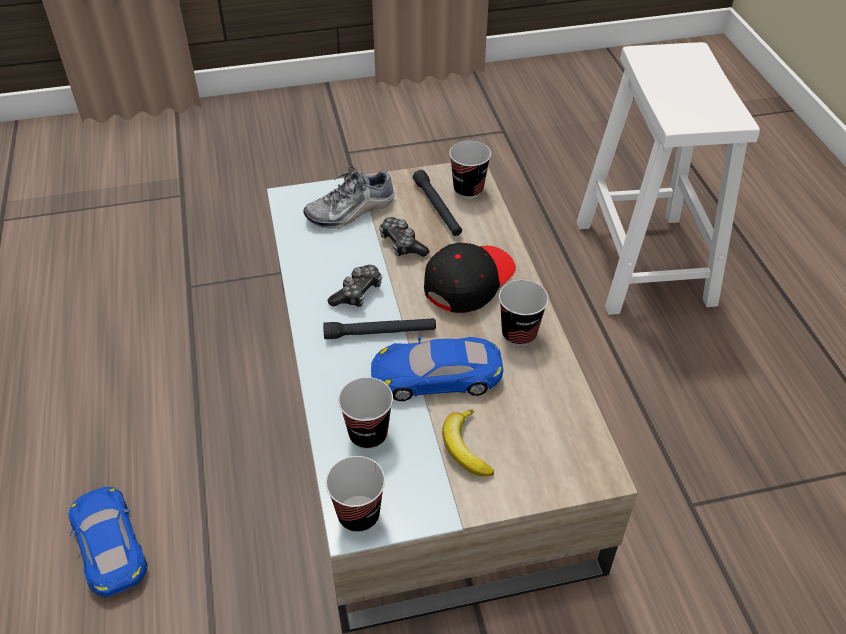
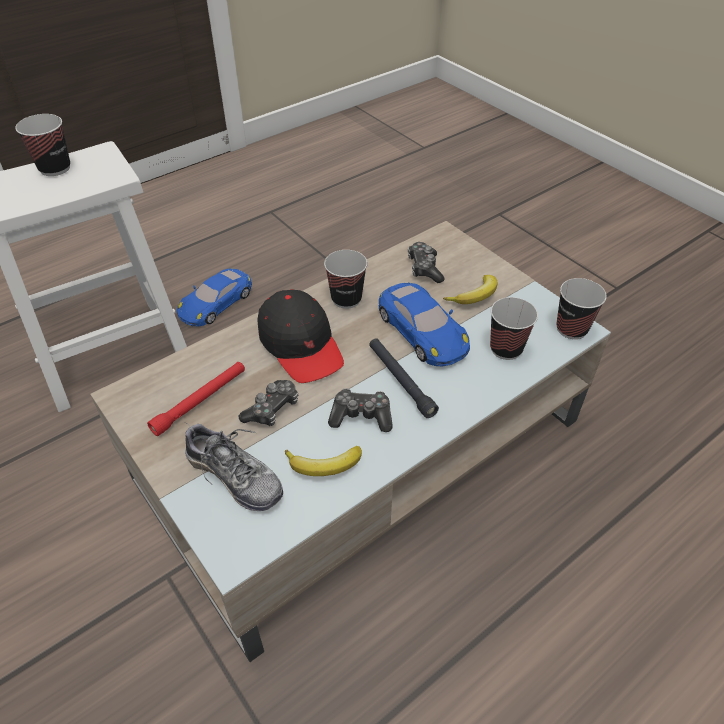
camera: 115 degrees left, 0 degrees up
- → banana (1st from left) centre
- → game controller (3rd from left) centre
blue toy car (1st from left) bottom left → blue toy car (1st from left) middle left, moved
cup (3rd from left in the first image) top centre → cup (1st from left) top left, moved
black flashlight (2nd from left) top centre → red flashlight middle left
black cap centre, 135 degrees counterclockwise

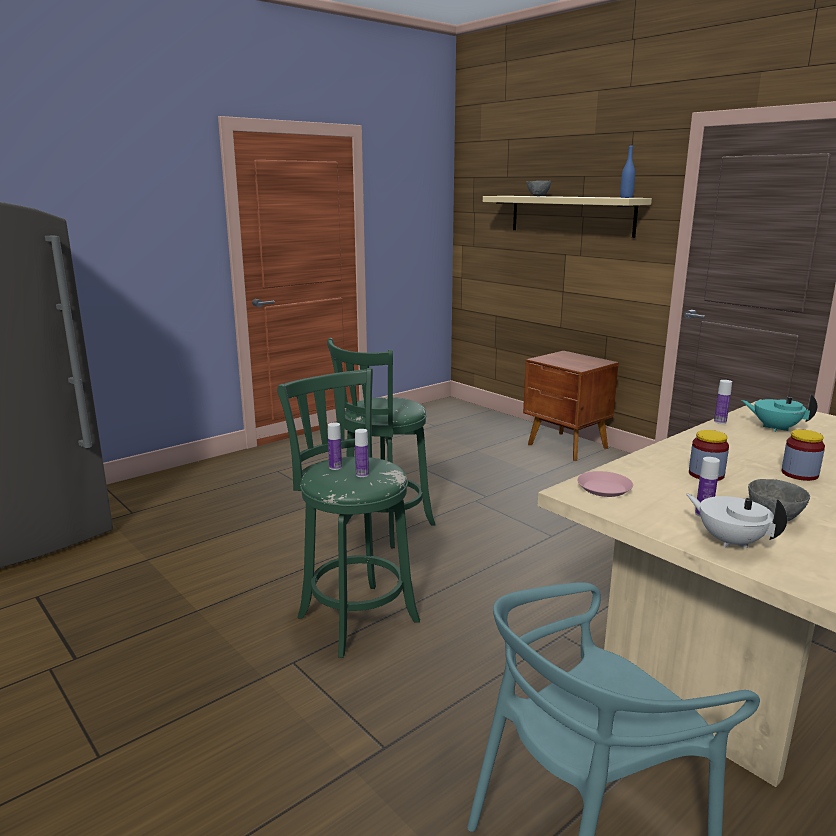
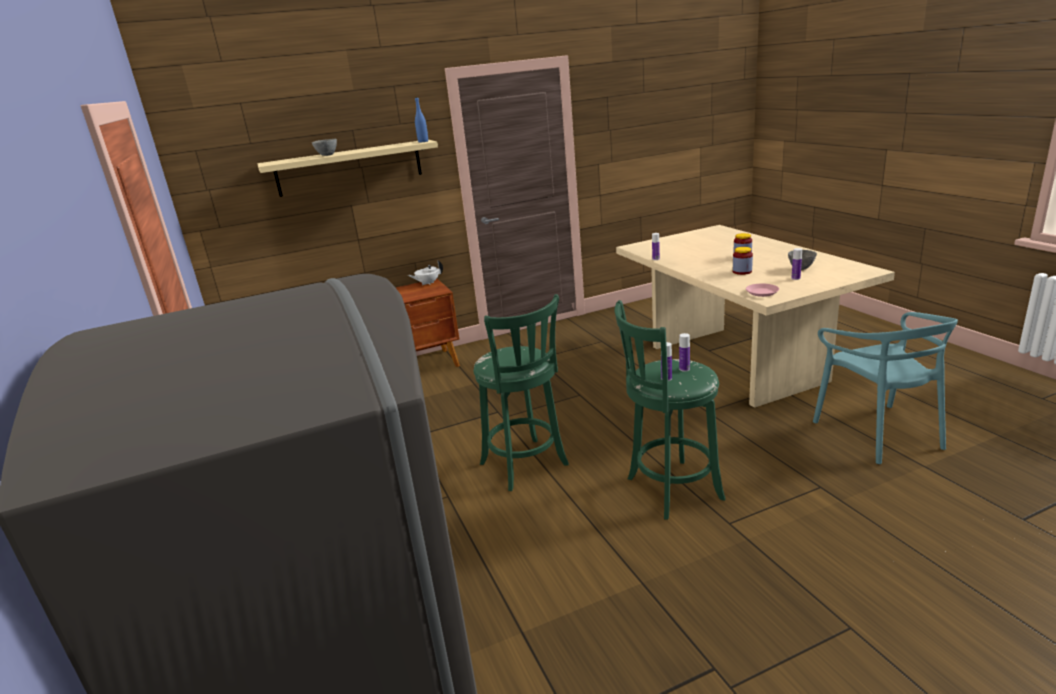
camera: 70 degrees left, 5 degrees up
turquoise teapot middle right → -
white teapot middle right → white teapot centre, moved

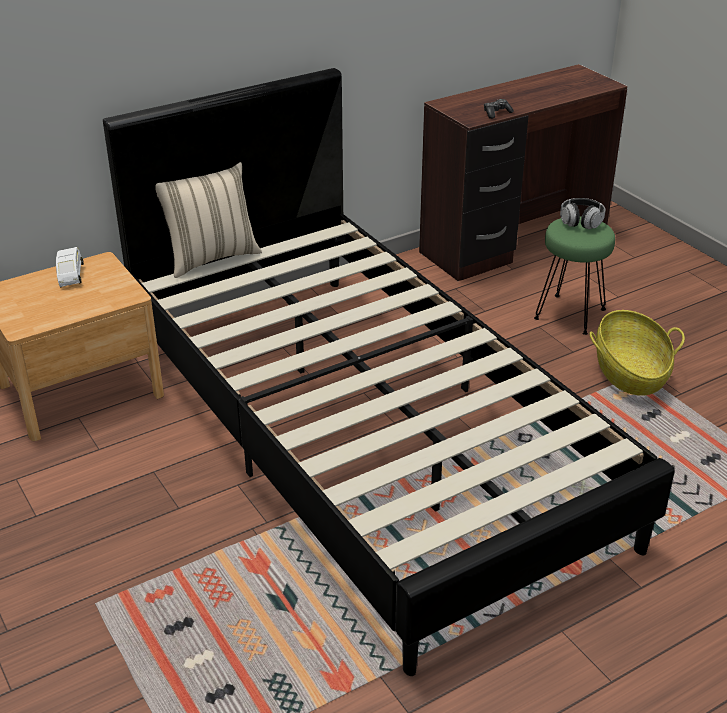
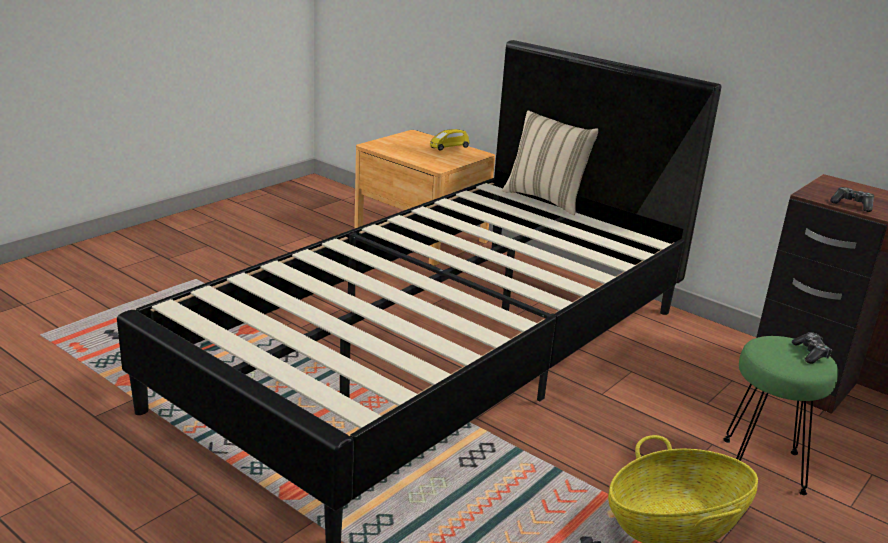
camera: 70 degrees right, 10 degrees down
headphones top right → game controller (1st from left) middle right
white toy car middle left → yellow toy car top centre

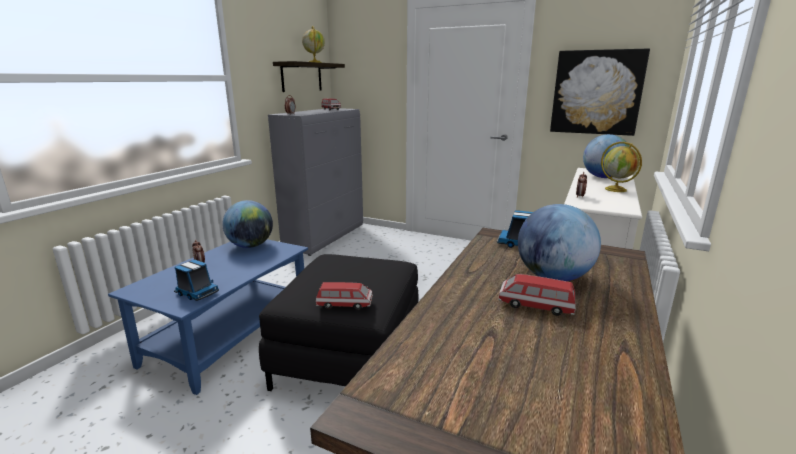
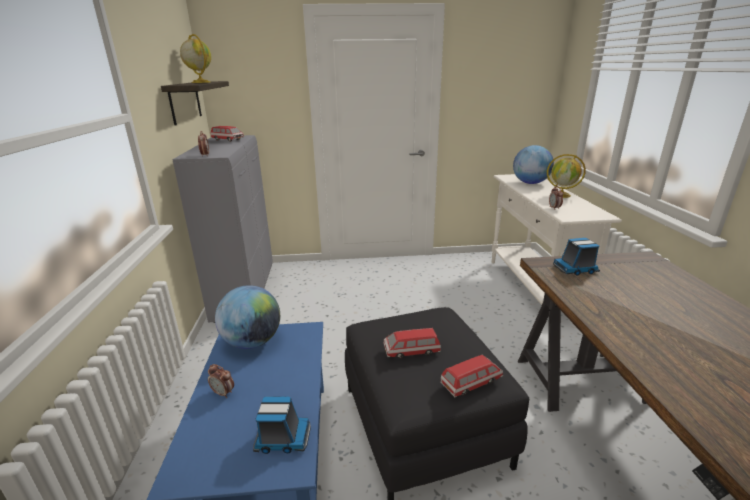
camera: 30 degrees left, 5 degrees up
globe (3rd from left) middle right → -
picture top right → -
toy car (3rd from left in the first image) middle right → toy car (2nd from left) bottom centre, moved

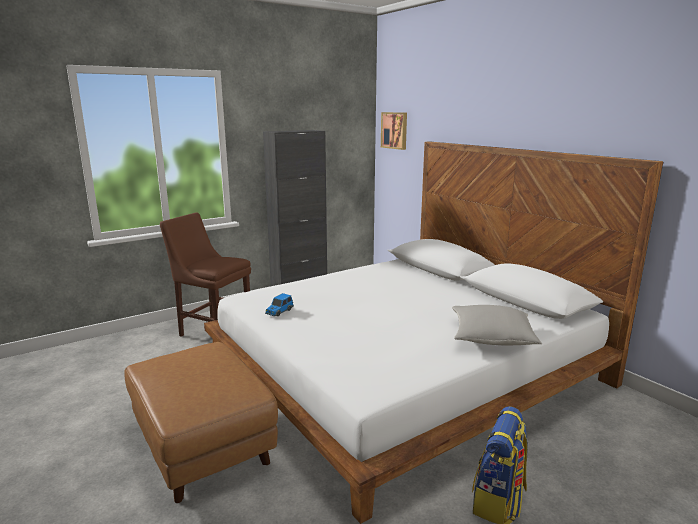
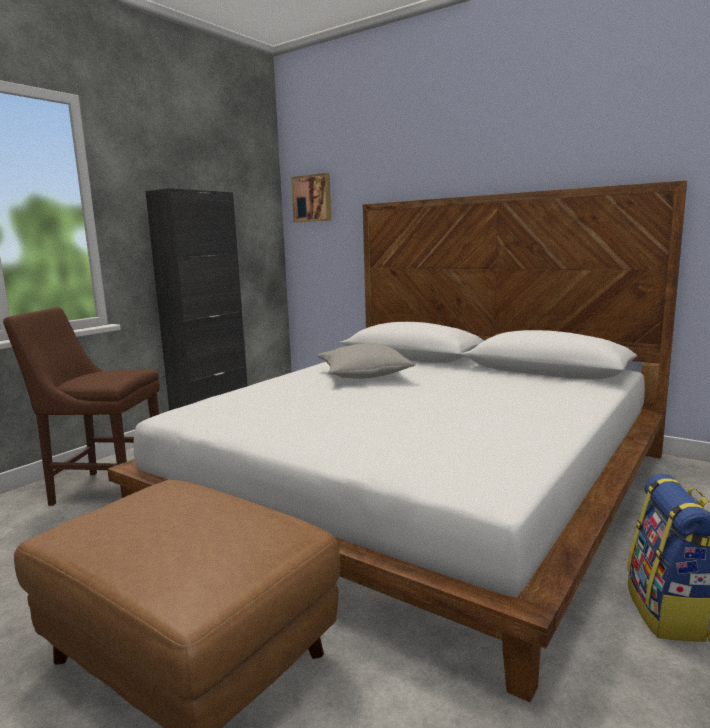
camera: 20 degrees left, 5 degrees down
toy car centre → -
grey pillow middle right → grey pillow centre, moved

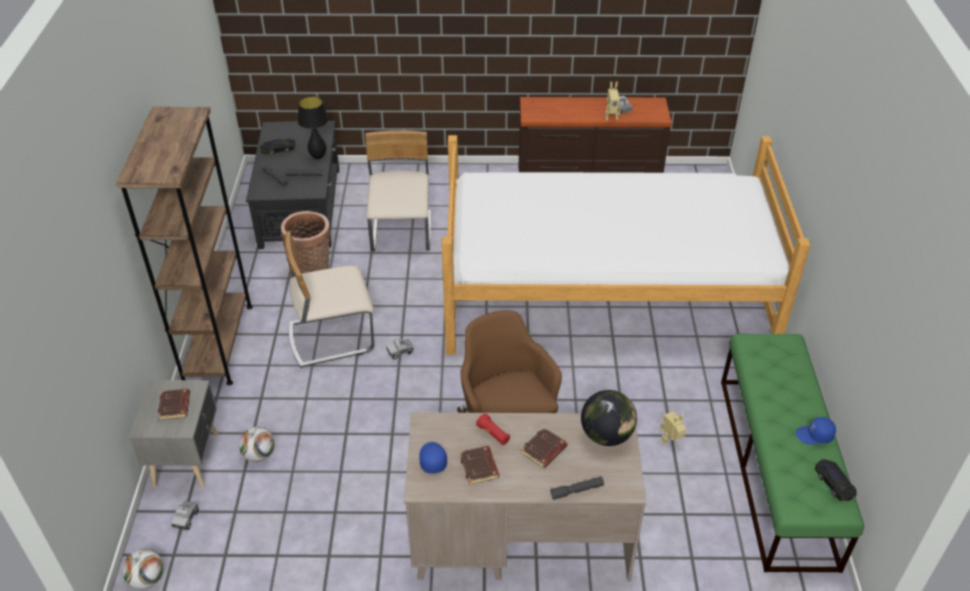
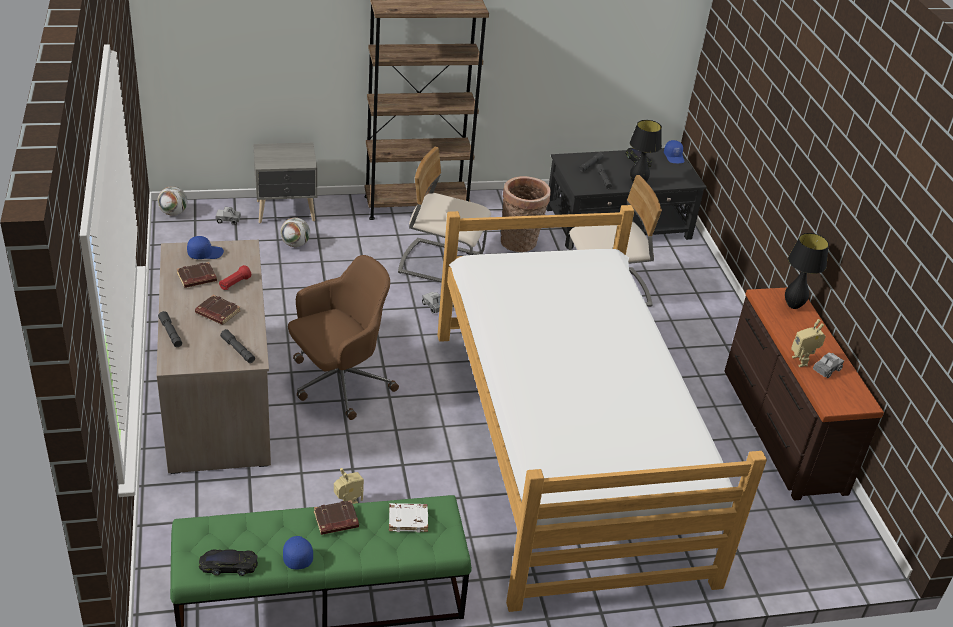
camera: 75 degrees right, 5 degrees down
- → white book bottom centre
- → blue cap (3rd from left) top right
- → black table lamp (2nd from left) middle right
brown book (1st from left in the first image) bottom left → brown book (3rd from left) bottom centre, moved
globe bottom centre → grey flashlight (2nd from left) middle left
beige chair (1st from left) centre, 45 degrees counterclockwise
black toy car (2nd from left in the first image) bottom right → black toy car (1st from left) bottom left, 150 degrees counterclockwise

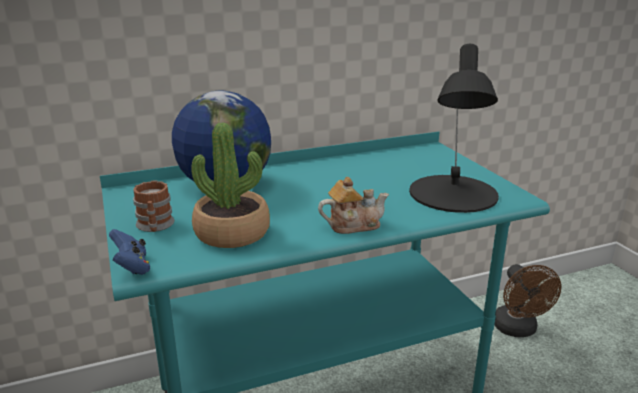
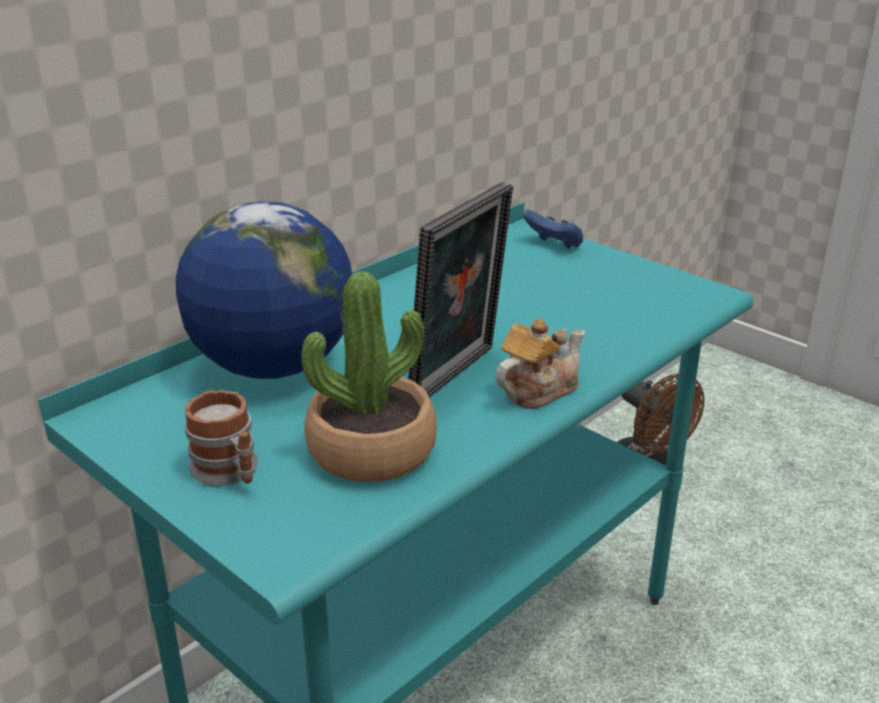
camera: 25 degrees left, 5 degrees up
black table lamp top right → -
- → picture frame centre
blue game controller middle left → blue game controller top centre, moved

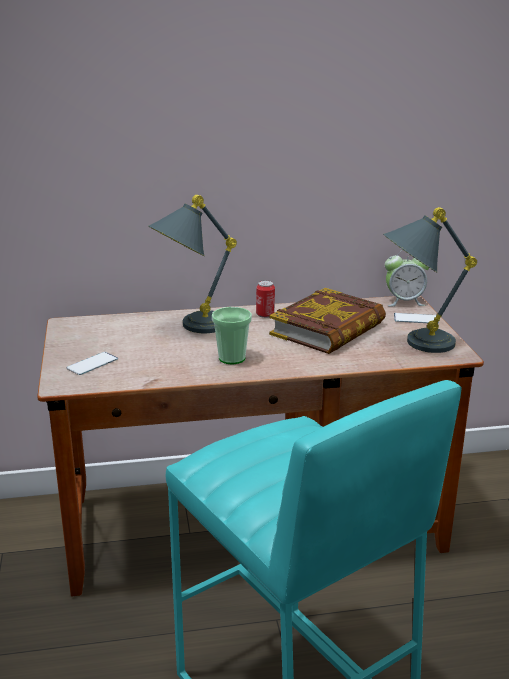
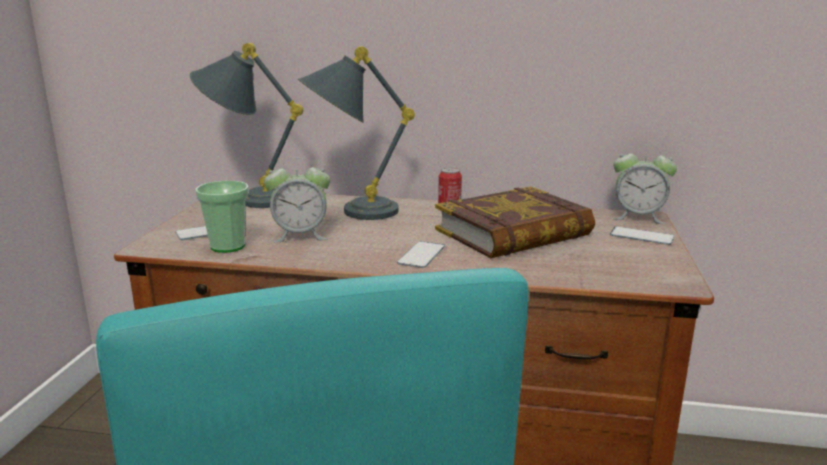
camera: 20 degrees right, 5 degrees down
- → alarm clock (1st from left) centre
- → phone (2nd from left) centre
cup centre → cup middle left, moved
grey table lamp (2nd from left in the first image) middle right → grey table lamp (1st from left) top left, moved

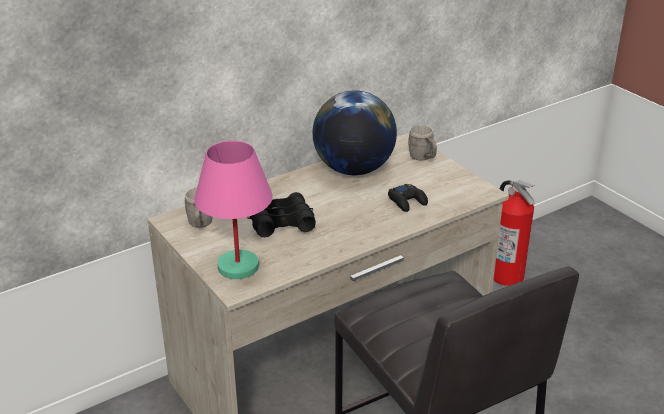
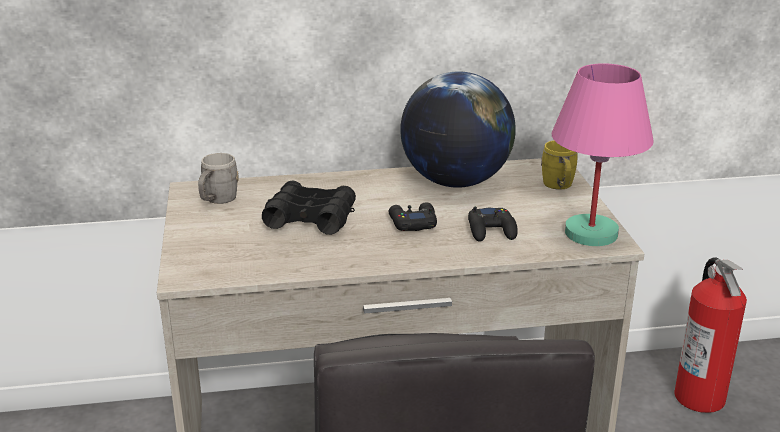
camera: 25 degrees right, 5 degrees down
- → black game controller (1st from left) centre
pink table lamp centre → pink table lamp middle right, moved
grey mug (2nd from left) centre → yellow mug middle right

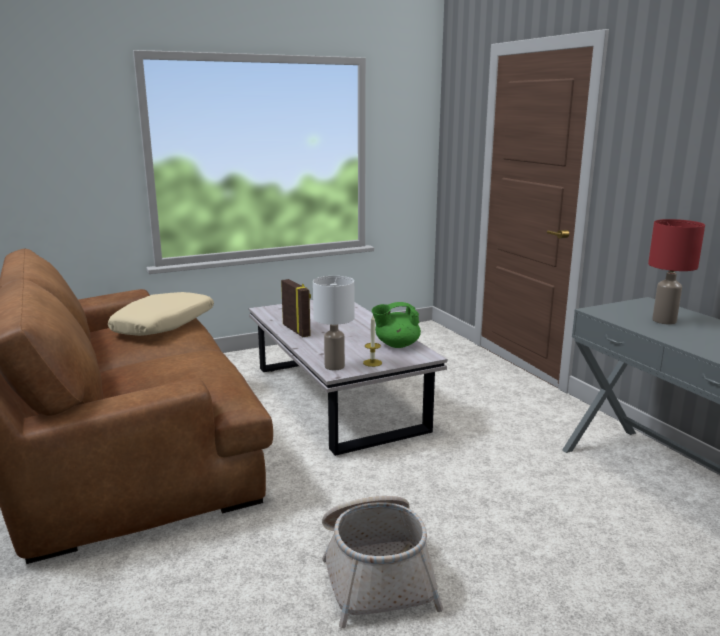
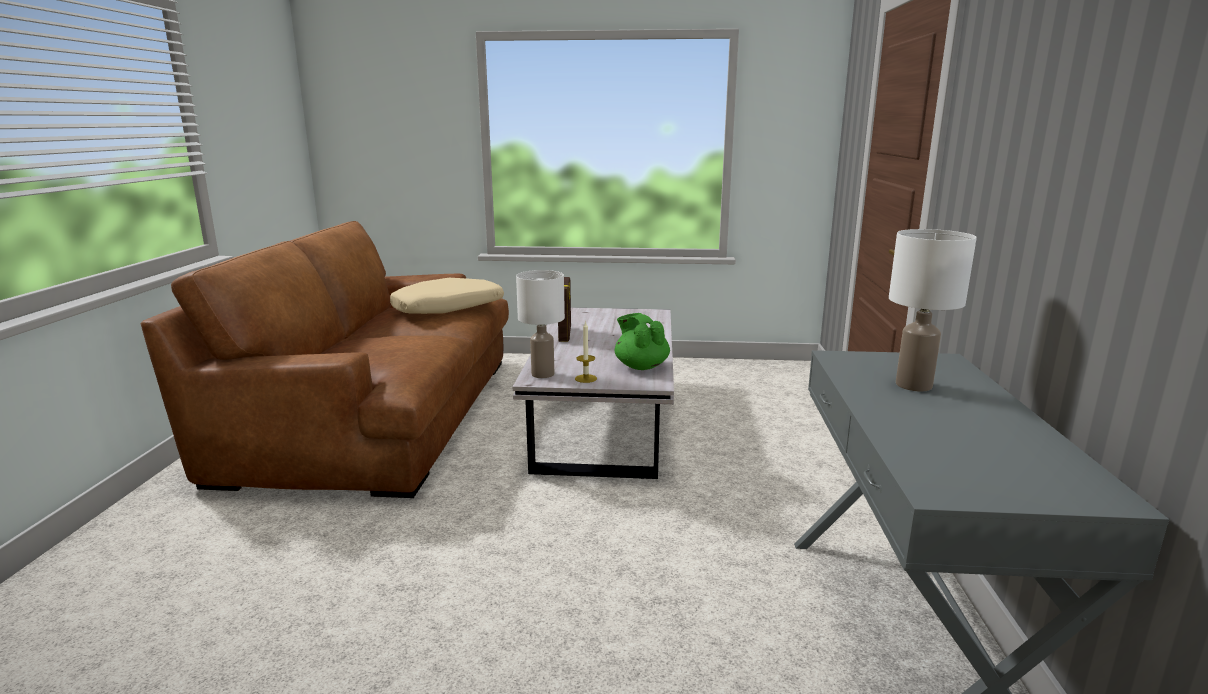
camera: 30 degrees right, 0 degrees up
basket bottom centre → -
red table lamp middle right → white table lamp (2nd from left) middle right
green teapot centre, 45 degrees clockwise

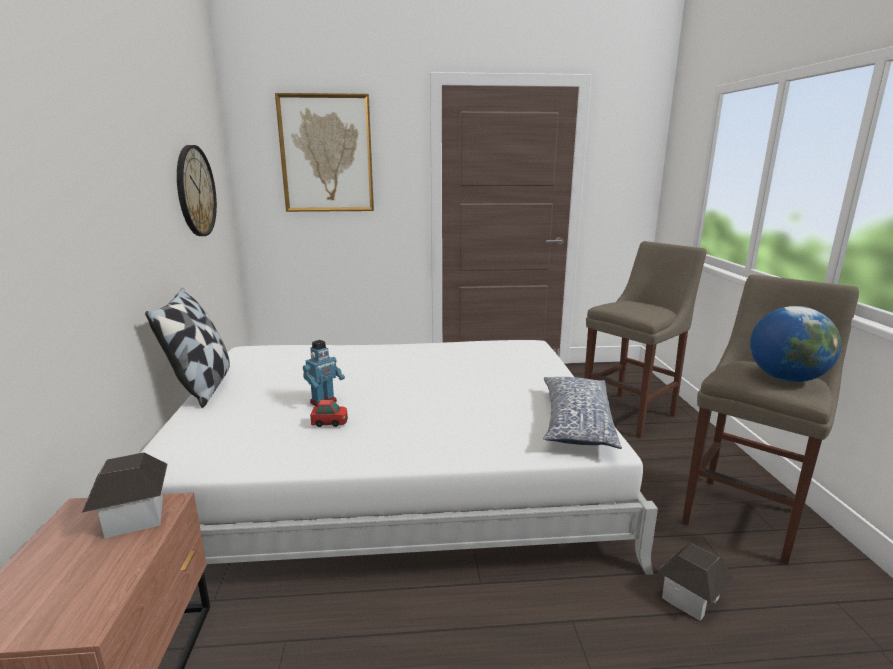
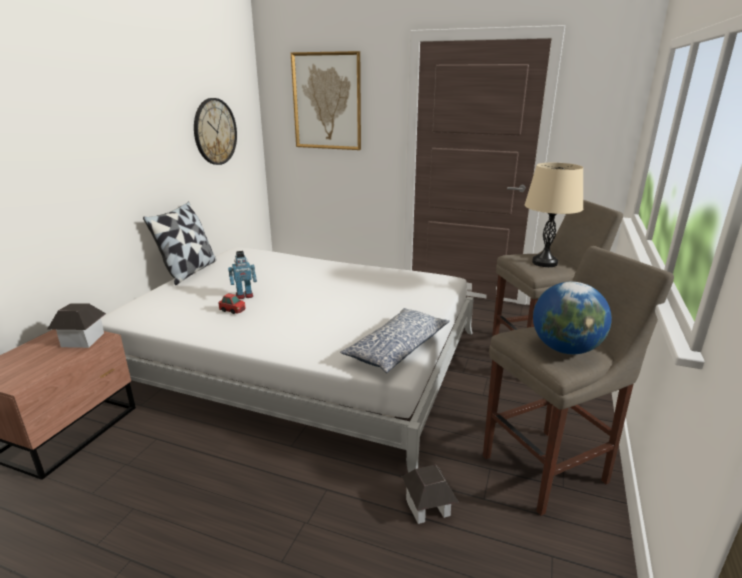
camera: 25 degrees right, 5 degrees up
- → beige table lamp middle right

